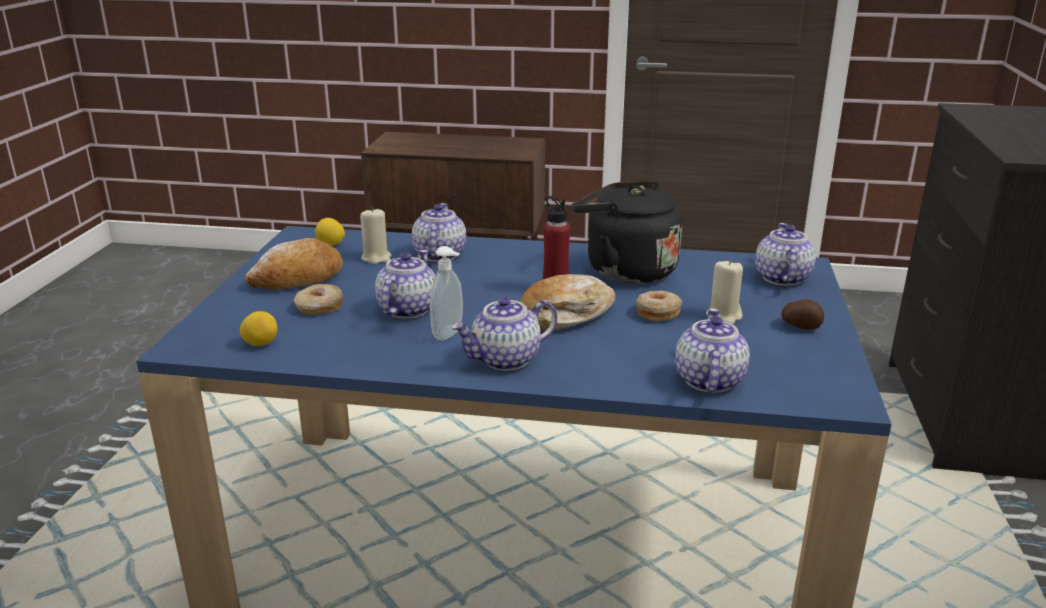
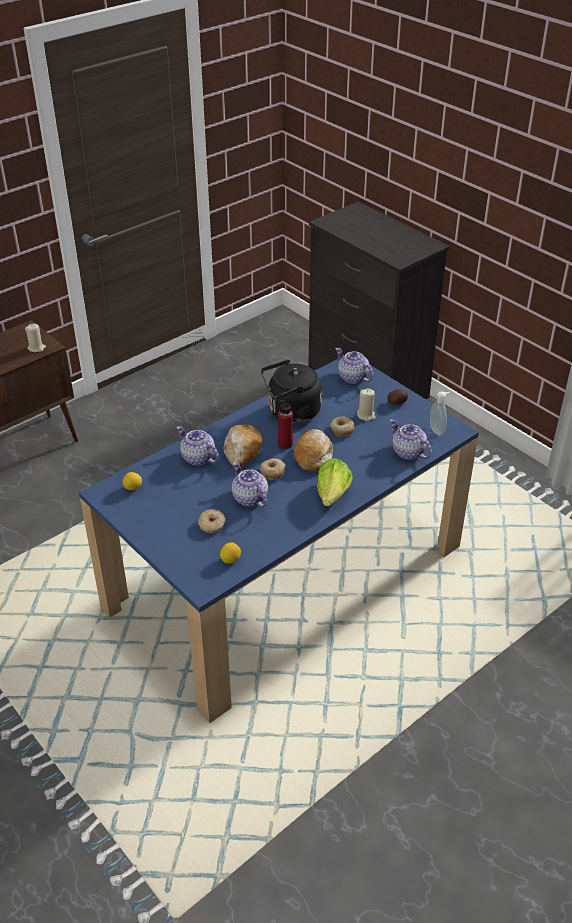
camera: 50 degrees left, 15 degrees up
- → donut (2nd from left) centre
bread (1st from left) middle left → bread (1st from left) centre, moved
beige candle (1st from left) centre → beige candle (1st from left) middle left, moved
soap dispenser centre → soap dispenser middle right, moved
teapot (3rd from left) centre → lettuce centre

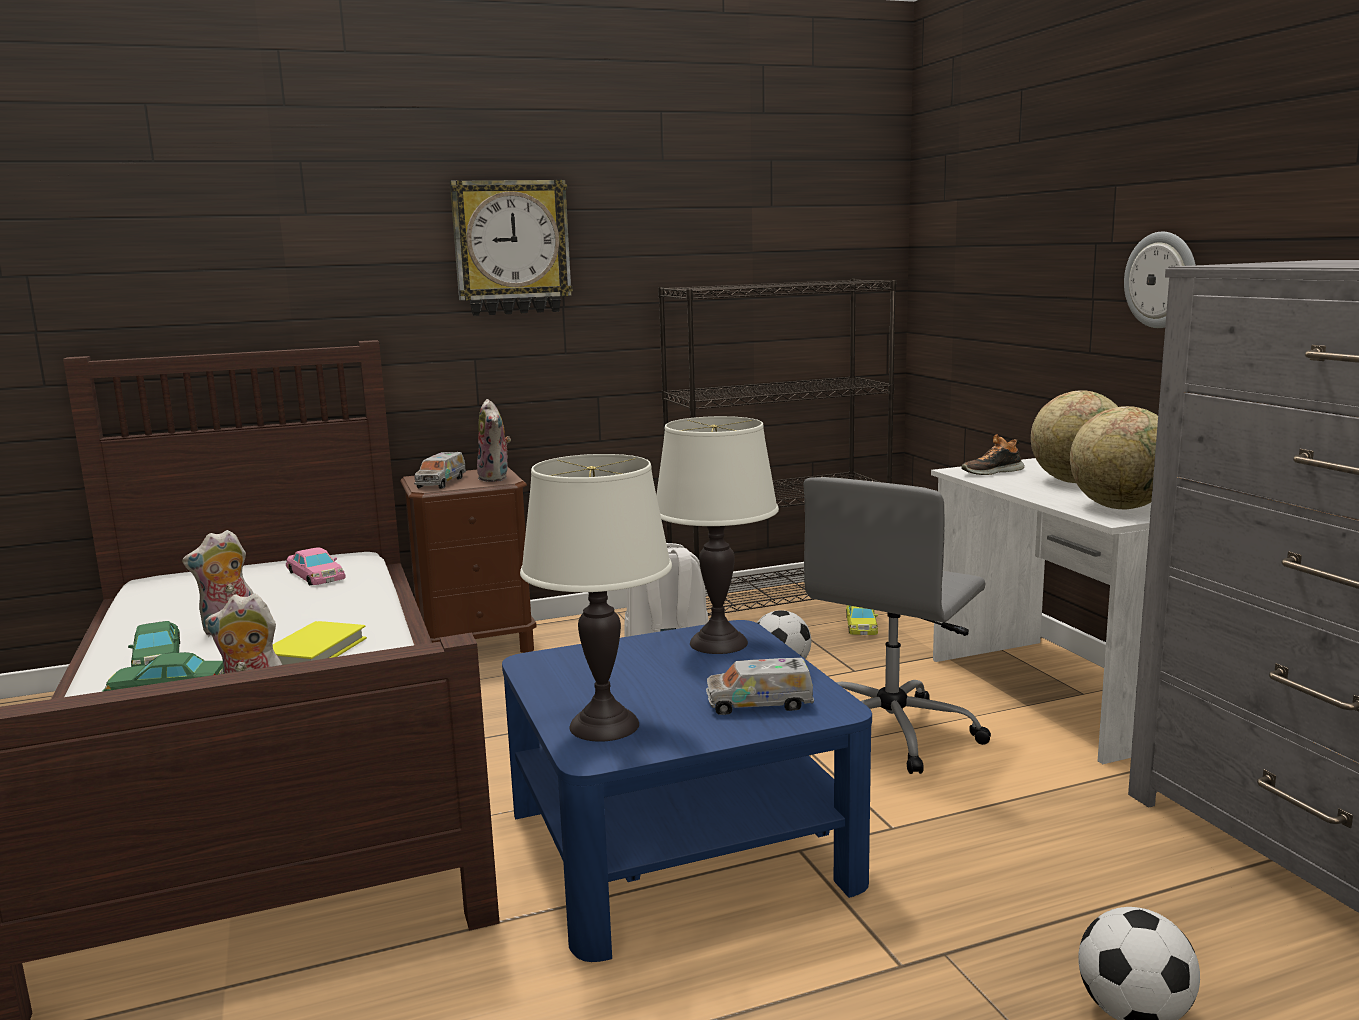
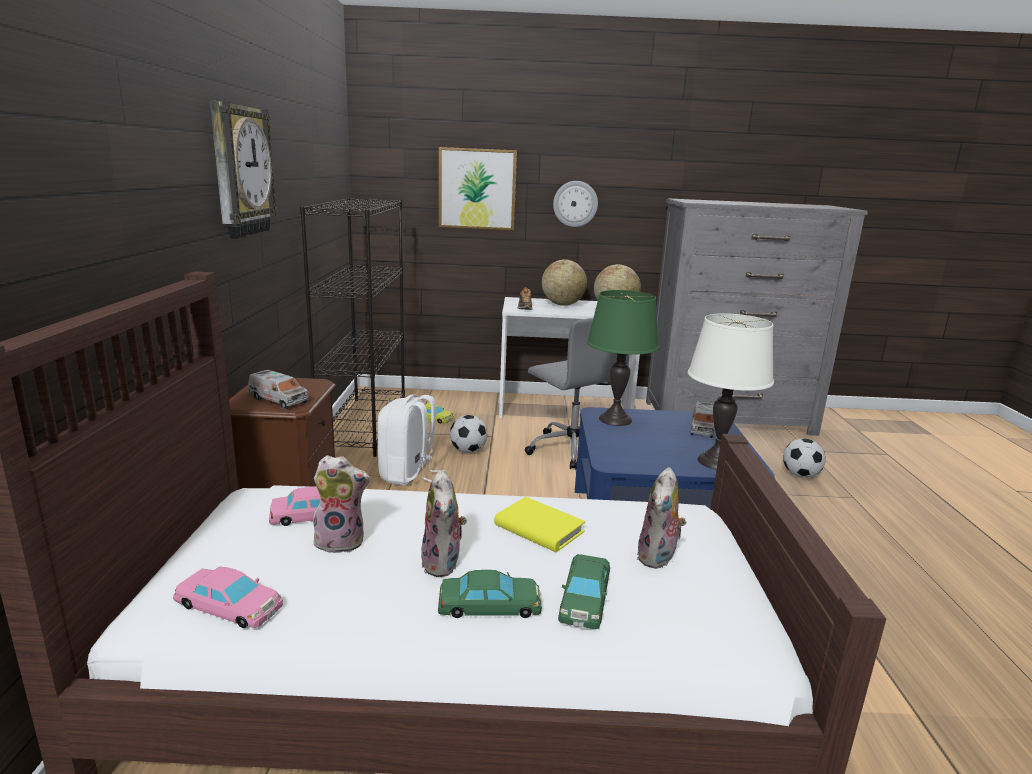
camera: 70 degrees left, 5 degrees up
- → pink toy car (1st from left) bottom left
- → picture top centre
plush toy (3rd from left in the first image) centre → plush toy (1st from left) middle left, moved
white table lamp (2nd from left) centre → green table lamp centre

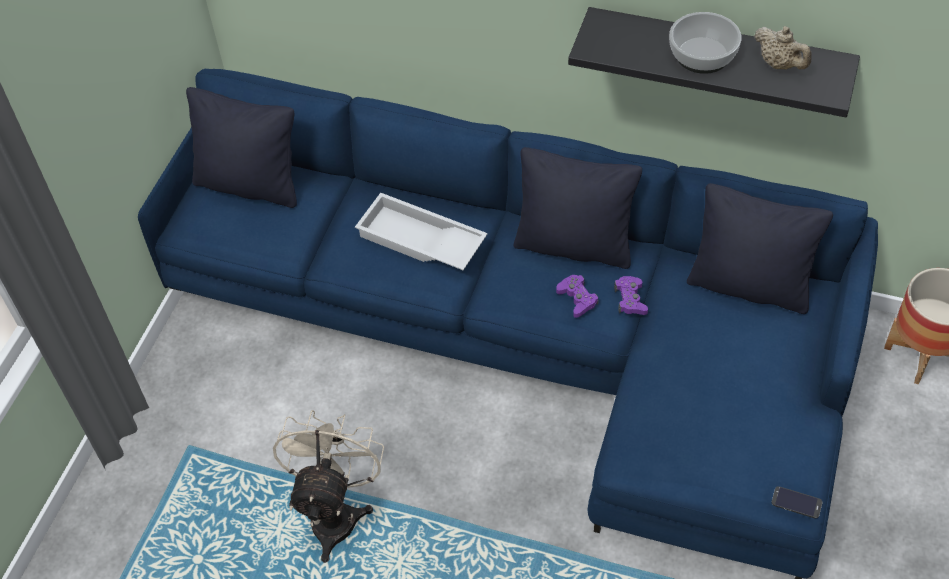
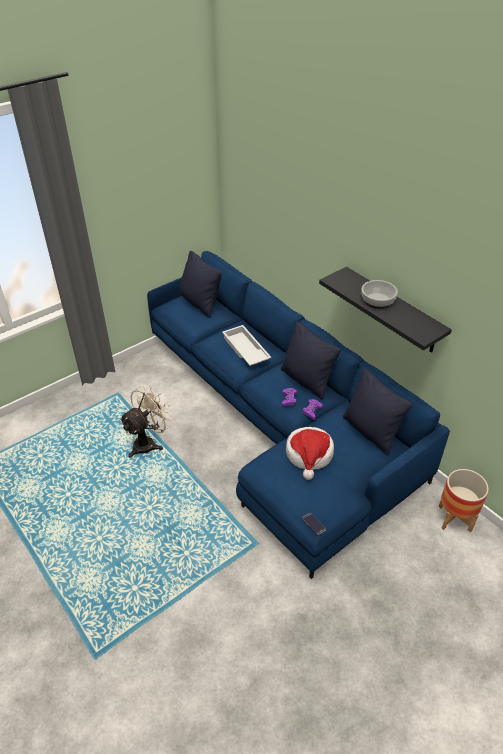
camera: 30 degrees right, 10 degrees down
beige teapot top right → -
- → hat centre

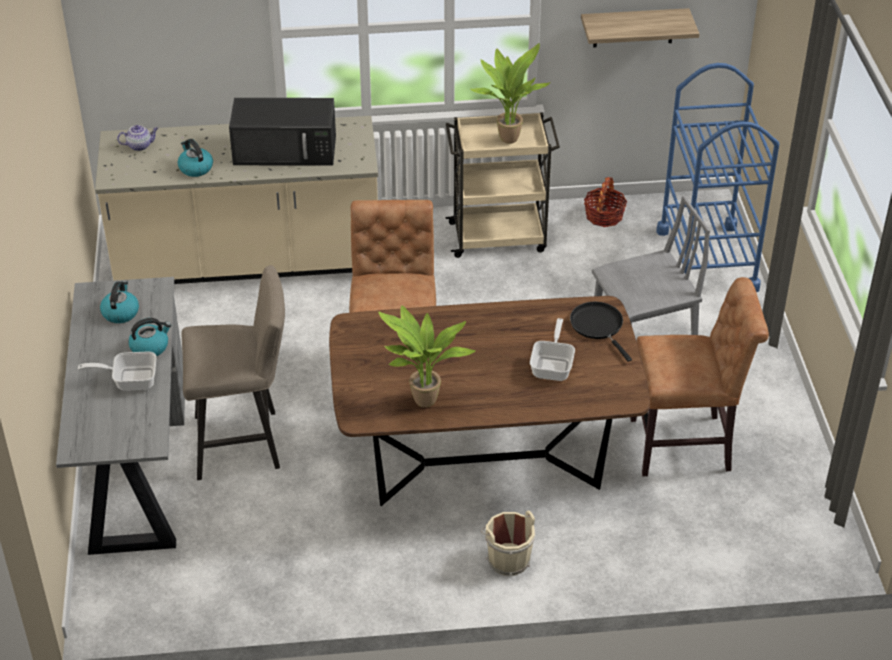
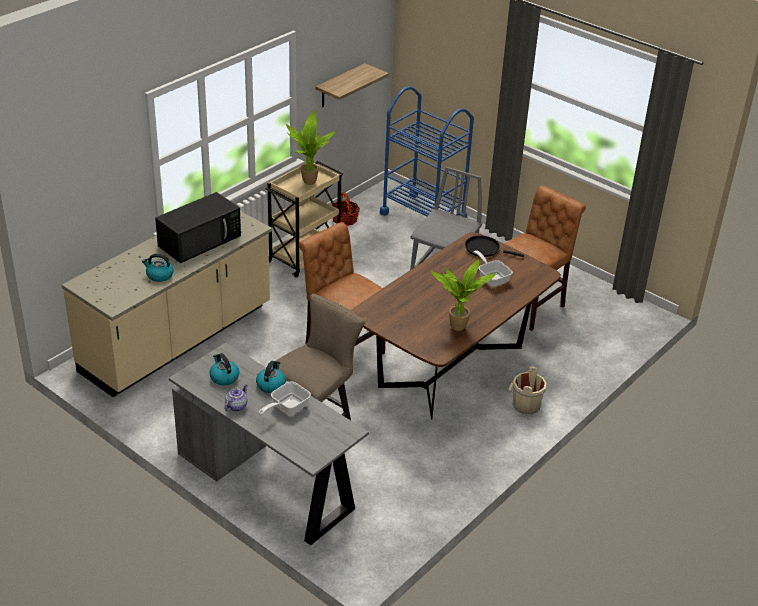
camera: 45 degrees left, 5 degrees down
teapot top left → teapot middle left, moved

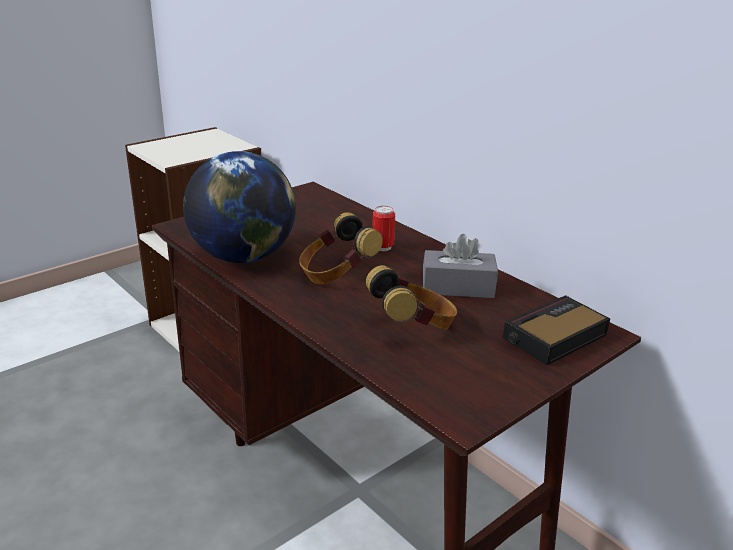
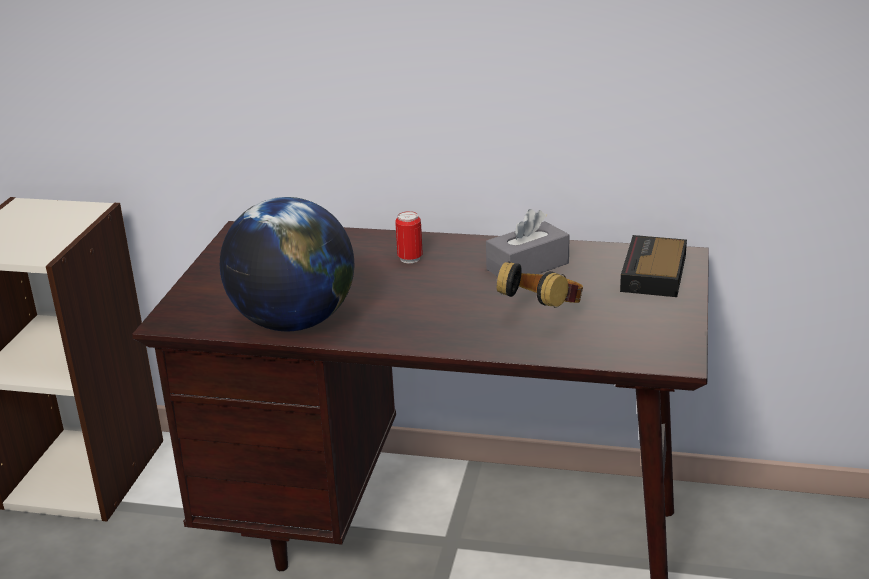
camera: 35 degrees left, 0 degrees up
headphones (1st from left) centre → -

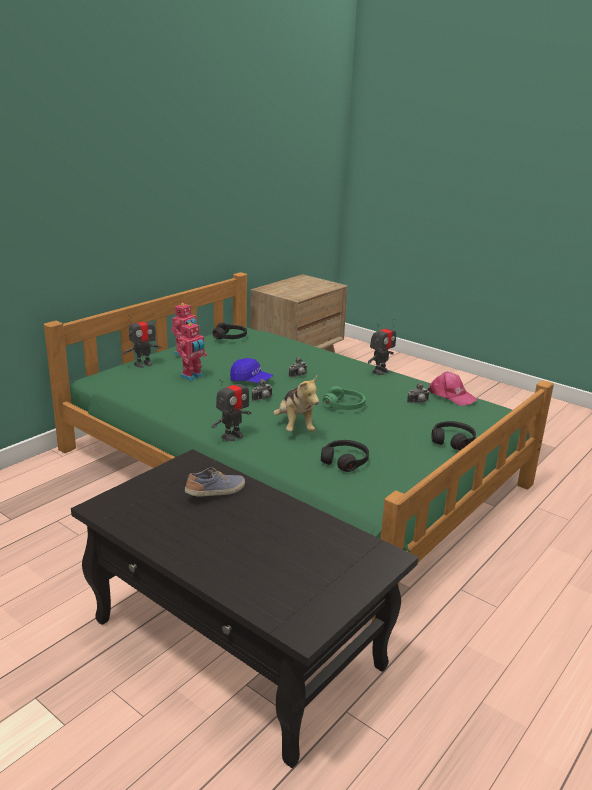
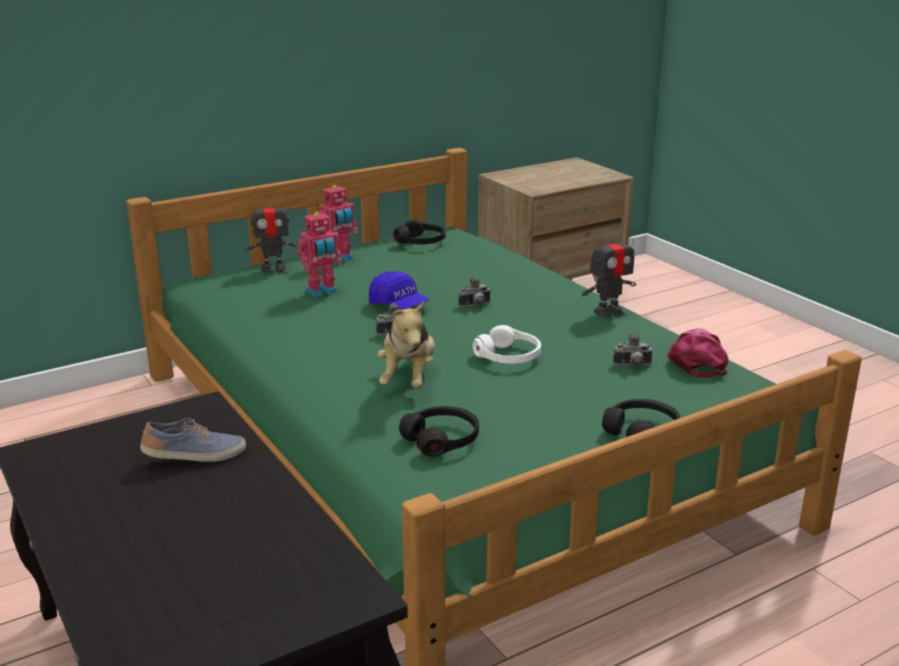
camera: 20 degrees right, 0 degrees up
toy robot (4th from left) centre → -
green headphones centre → white headphones centre
pink cap middle right, 150 degrees counterclockwise

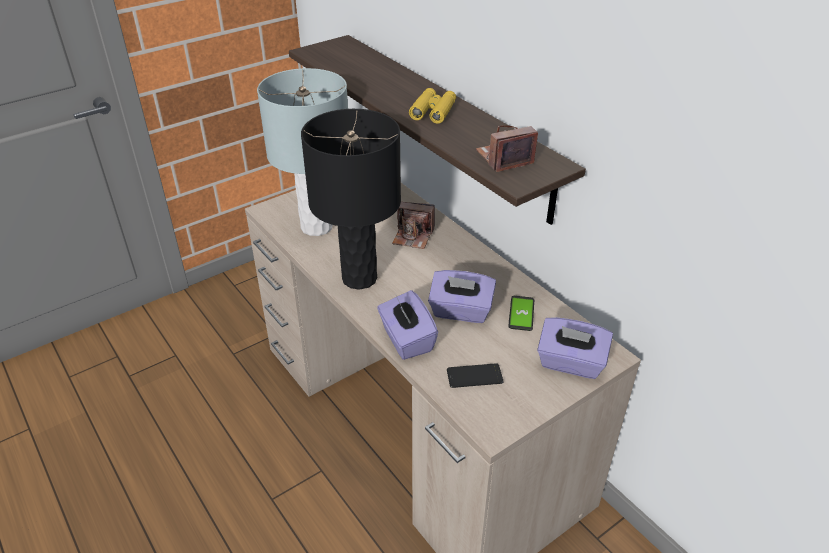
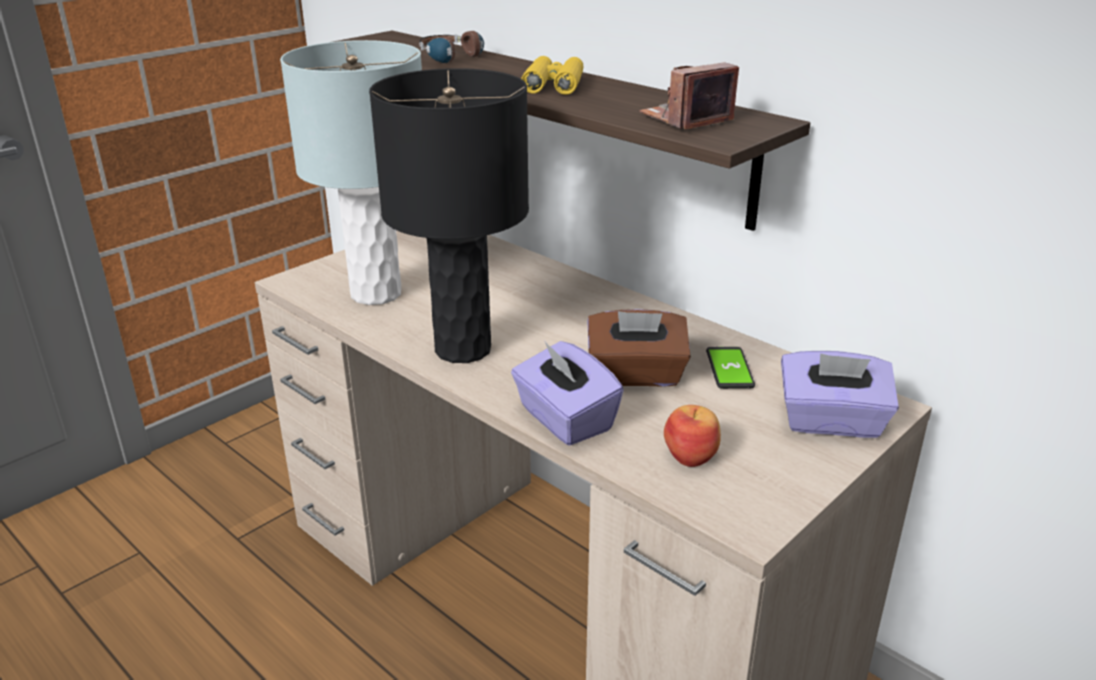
camera: 10 degrees left, 10 degrees down
photo camera (1st from left) centre → -
- → headphones top centre
phone (1st from left) bottom centre → apple centre
purple tissue box (2nd from left) centre → brown tissue box centre

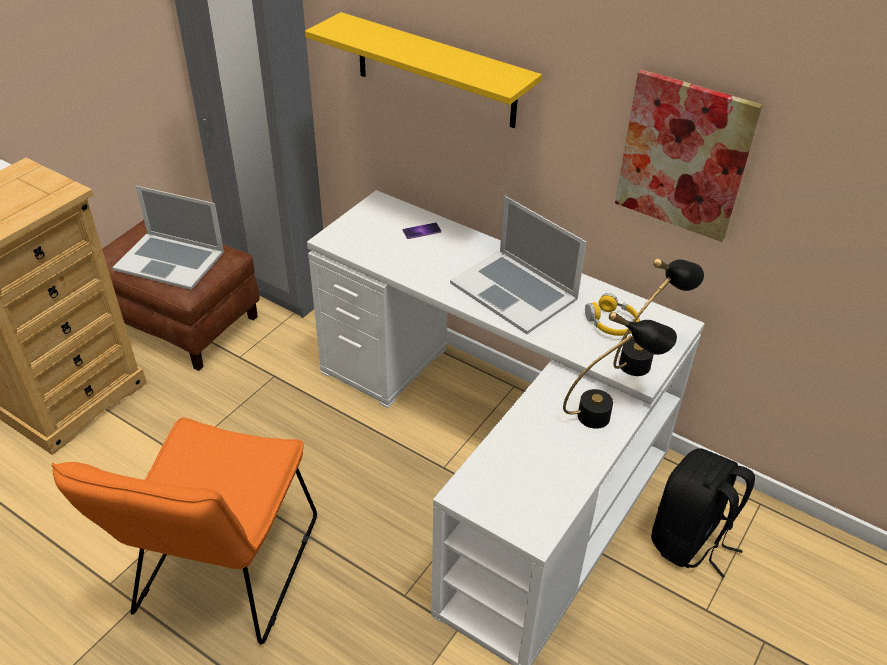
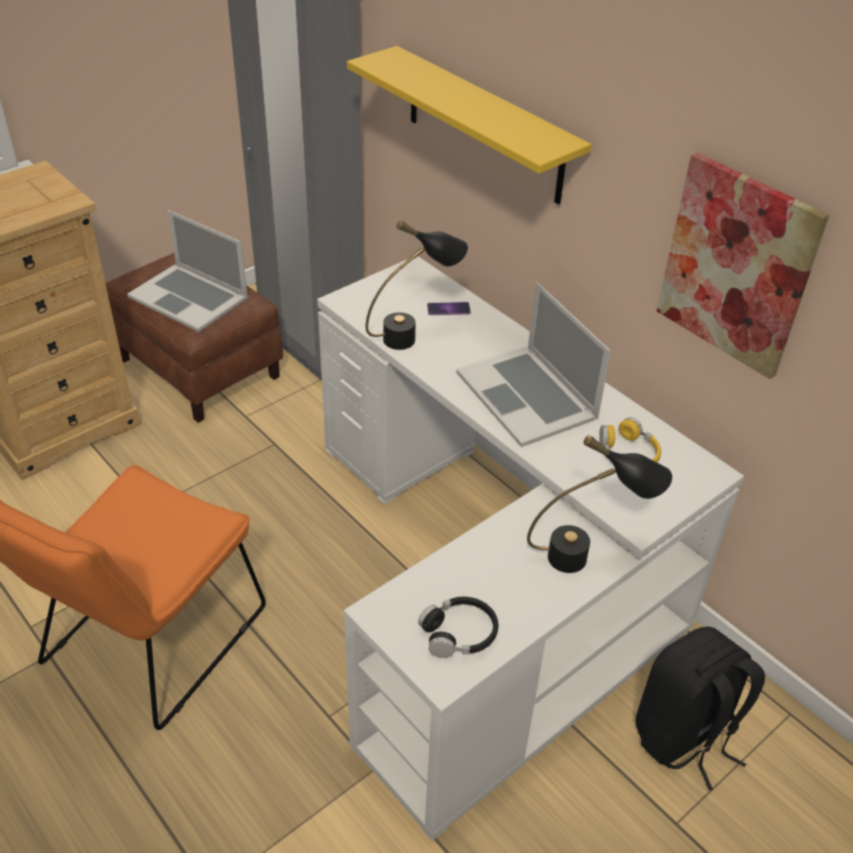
camera: 15 degrees right, 0 degrees up
- → black headphones bottom centre
black table lamp (2nd from left in the first image) middle right → black table lamp (1st from left) centre, moved

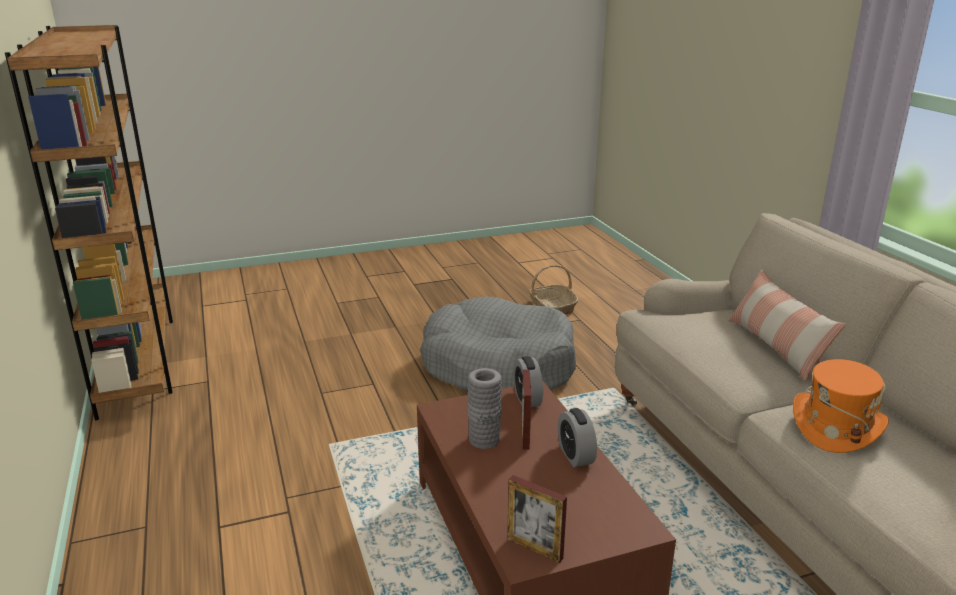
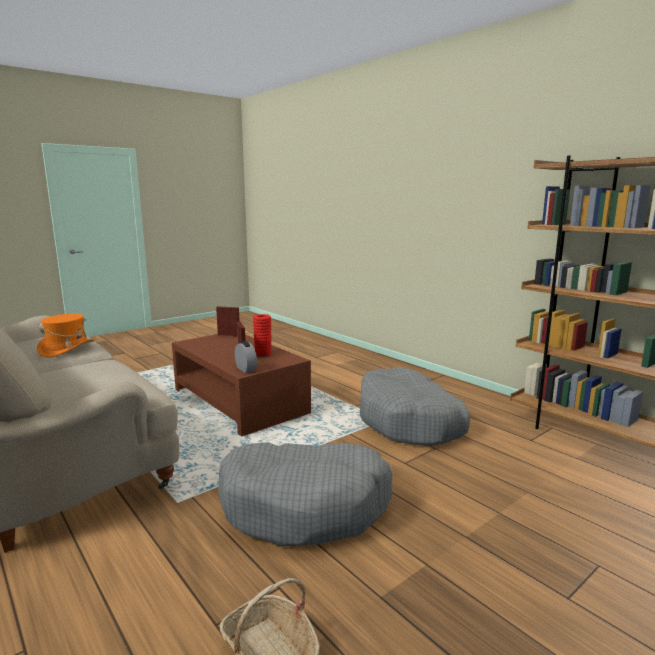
camera: 160 degrees right, 10 degrees down
alarm clock (2nd from left) bottom centre → -
pillow middle right → -
- → grey dog bed (2nd from left) centre
grey vase bottom centre → red vase centre

